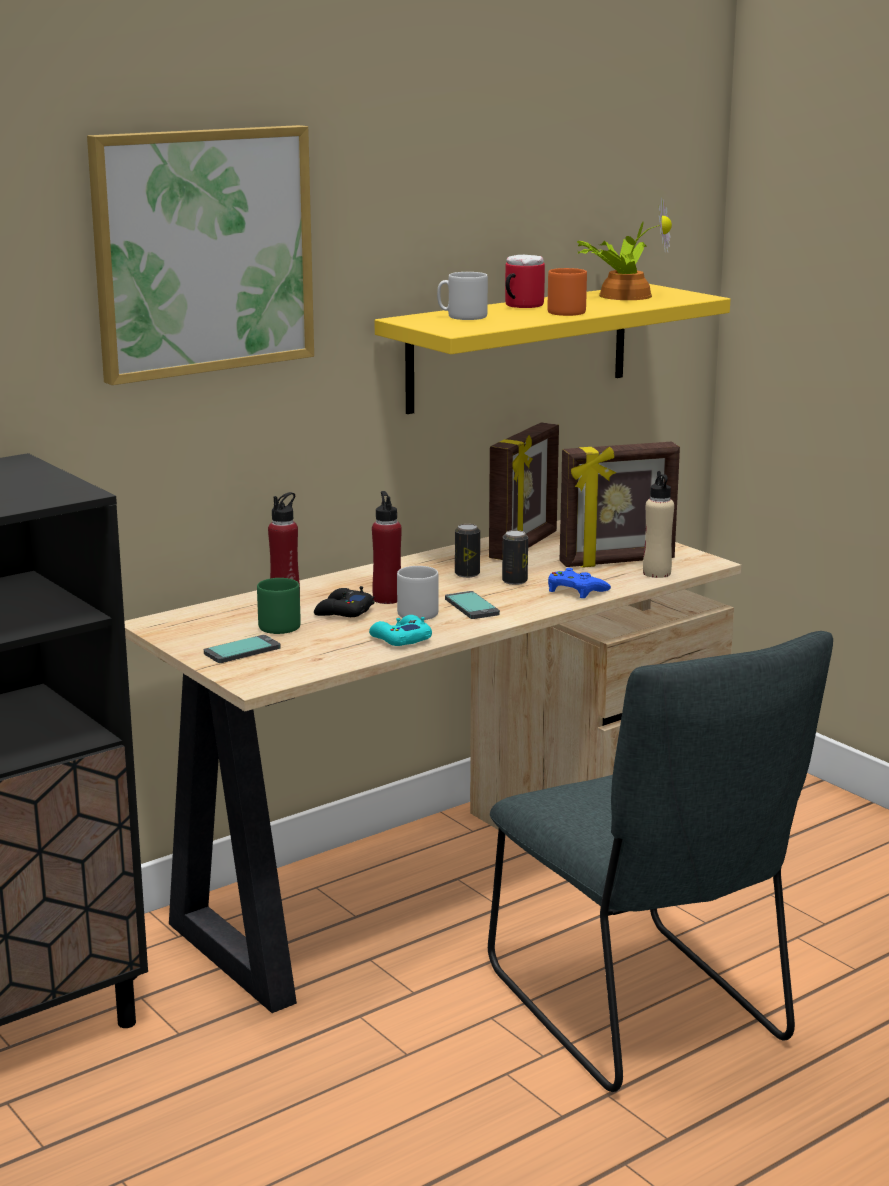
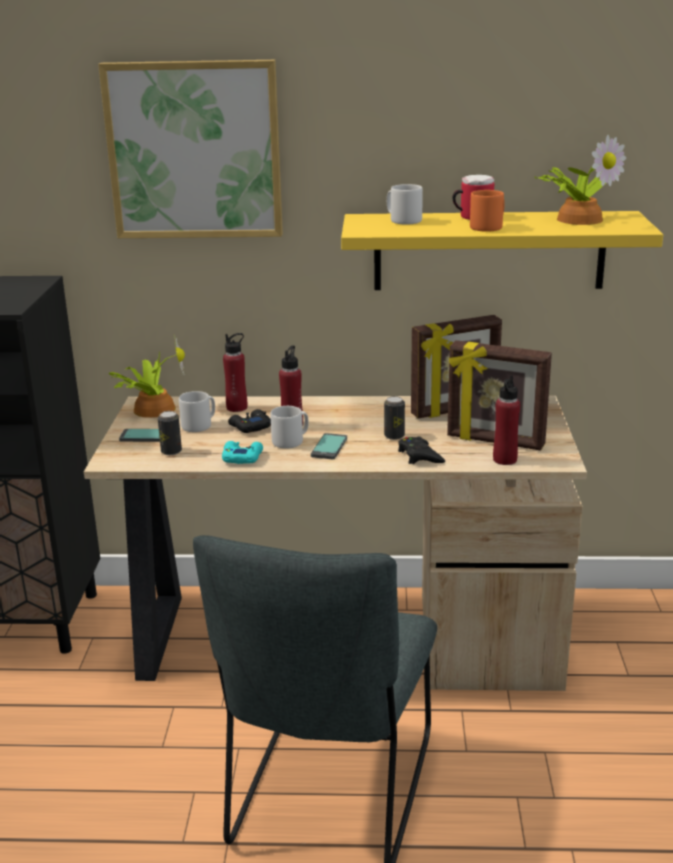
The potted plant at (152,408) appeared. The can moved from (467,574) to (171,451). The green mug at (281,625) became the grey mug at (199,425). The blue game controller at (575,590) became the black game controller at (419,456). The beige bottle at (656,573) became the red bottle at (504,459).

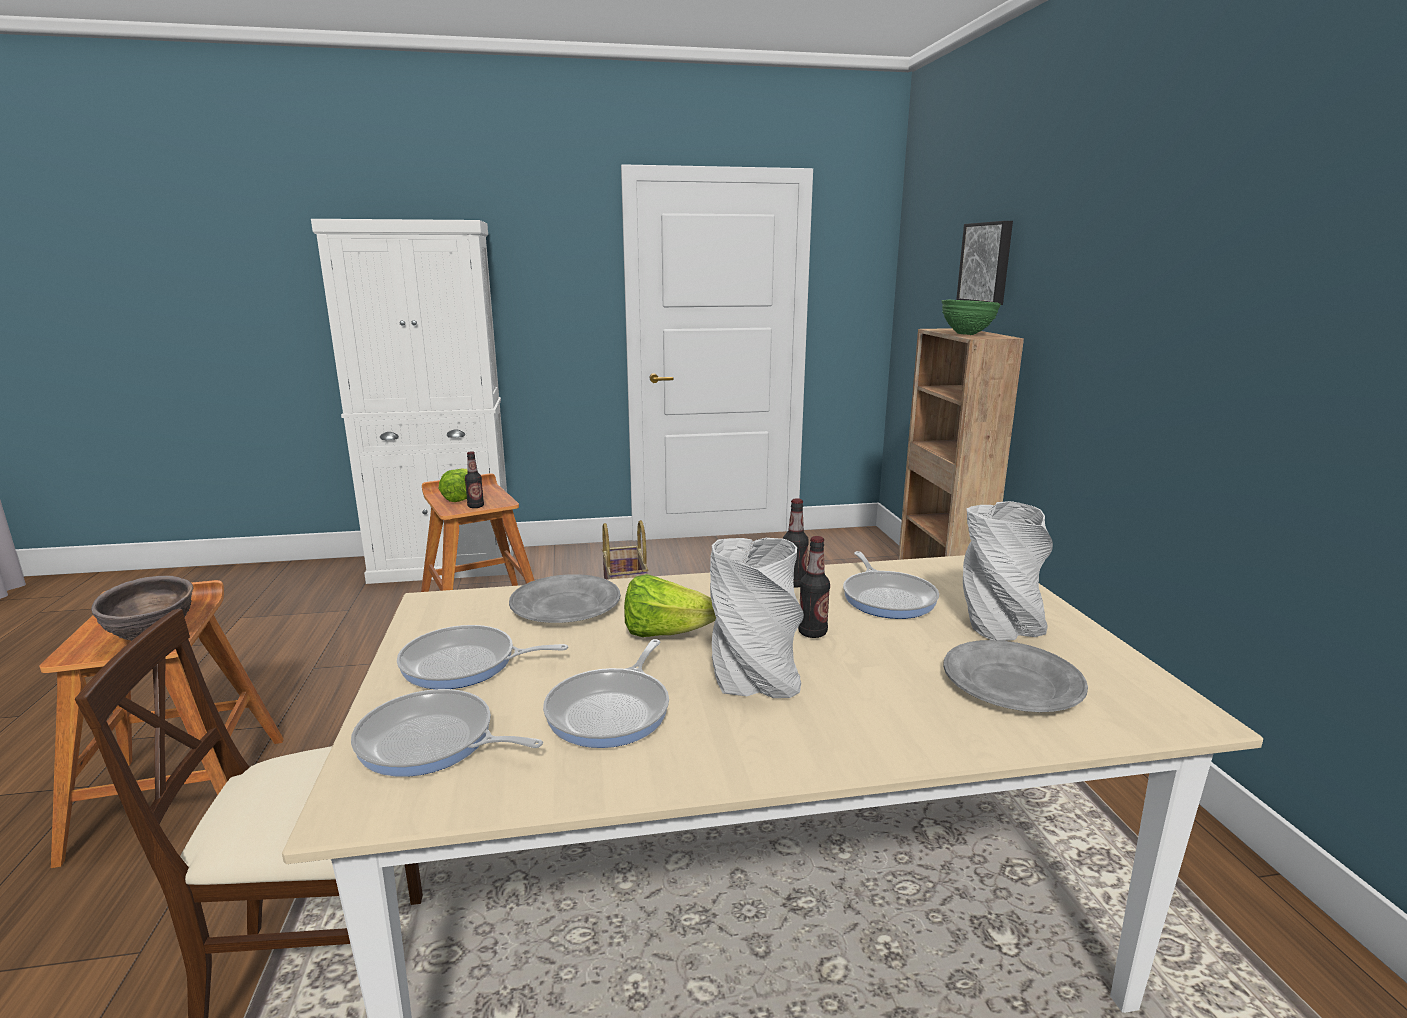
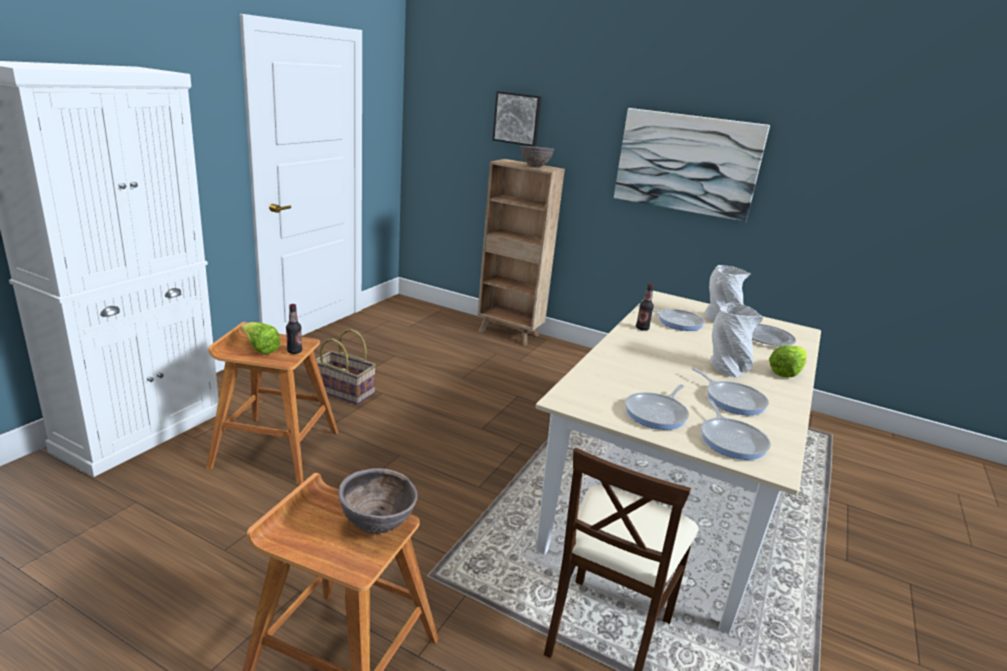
The green bowl at (967,334) became the brown bowl at (535,167). The picture at (687,163) appeared. The frying pan at (432,742) turned 60 degrees counterclockwise. The lettuce moved from (666,633) to (786,372). The grey plate at (566,605) disappeared. The bottle at (812,633) disappeared.

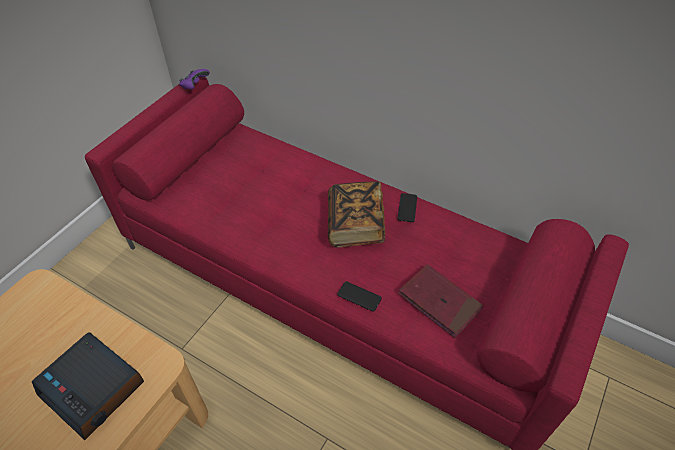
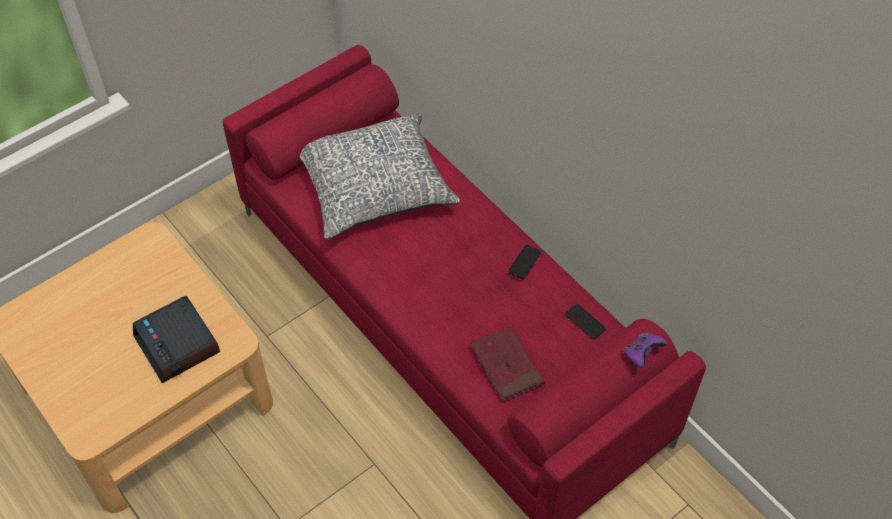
The pillow at (375,188) appeared. The phone moved from (359,296) to (585,322). The purple game controller moved from (195,86) to (642,353). The book at (355,225) disappeared.

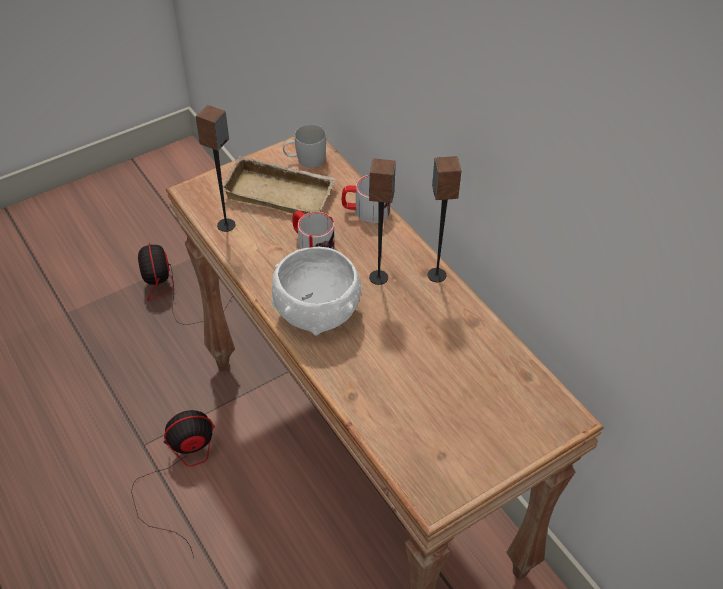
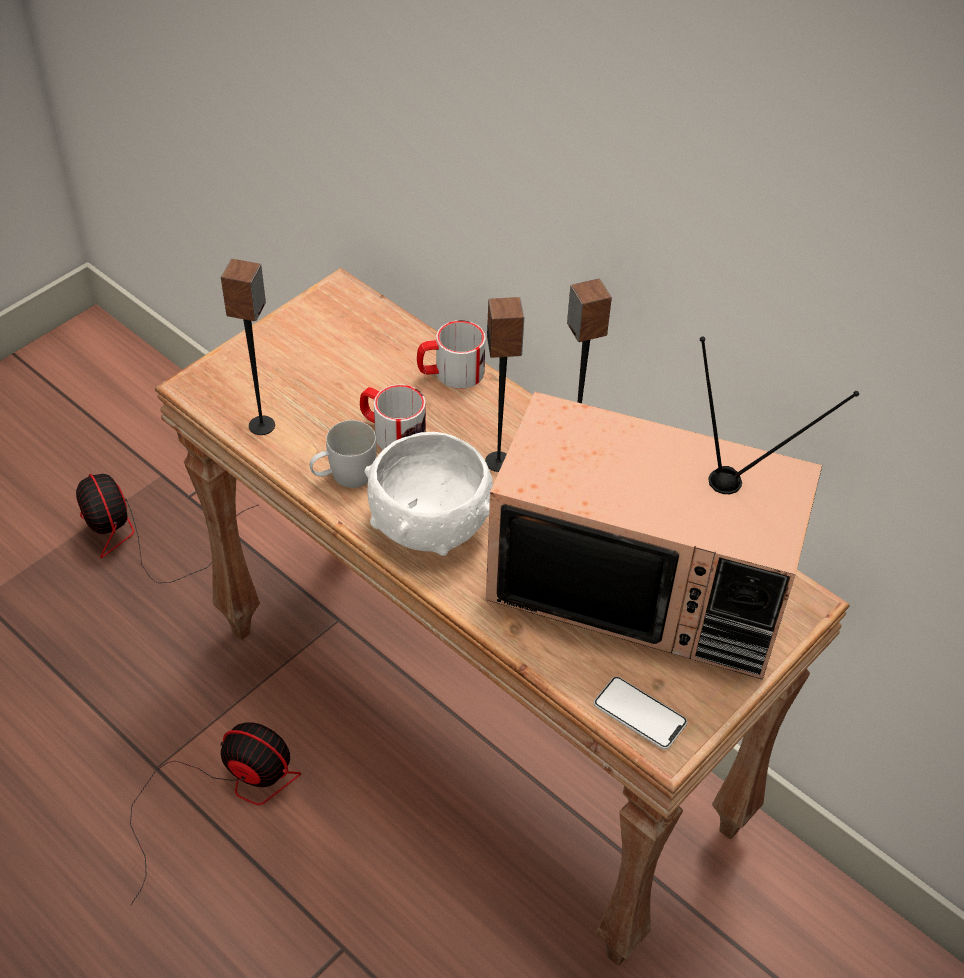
The fan at (181,471) turned 60 degrees clockwise. The white mug moved from (305,160) to (344,476). The television at (644,584) appeared. The phone at (639,714) appeared. The beige tray at (281,192) disappeared.

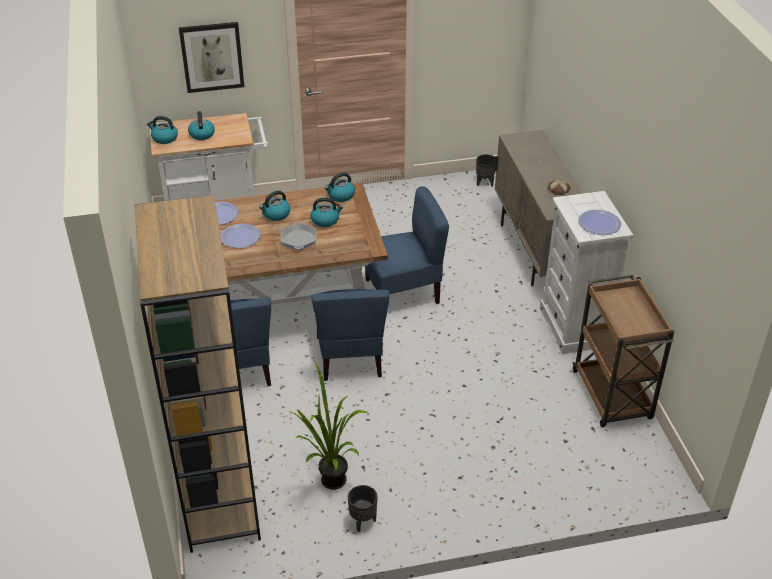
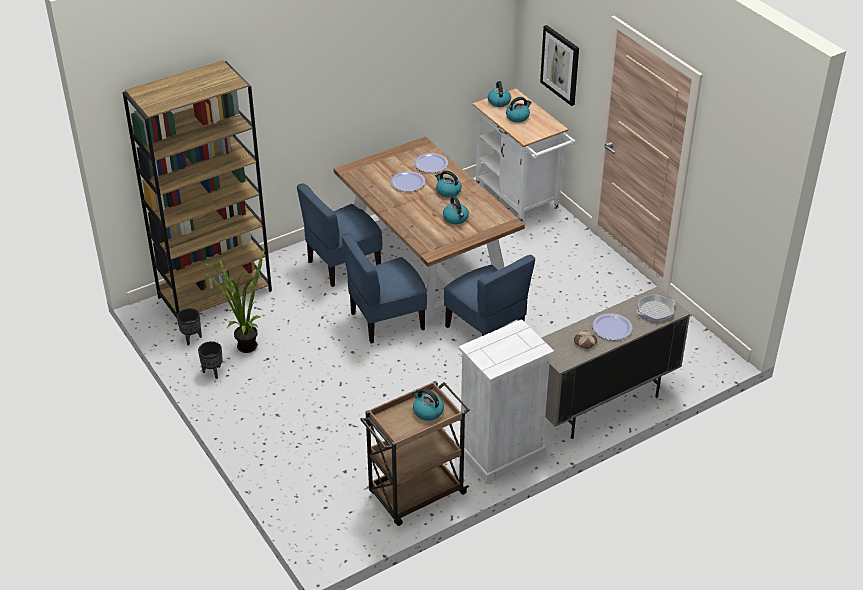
The black planter moved from (484,183) to (191,338). The kettle moved from (340,196) to (427,411). The plate moved from (599,223) to (612,327). The frying pan moved from (299,239) to (655,311).

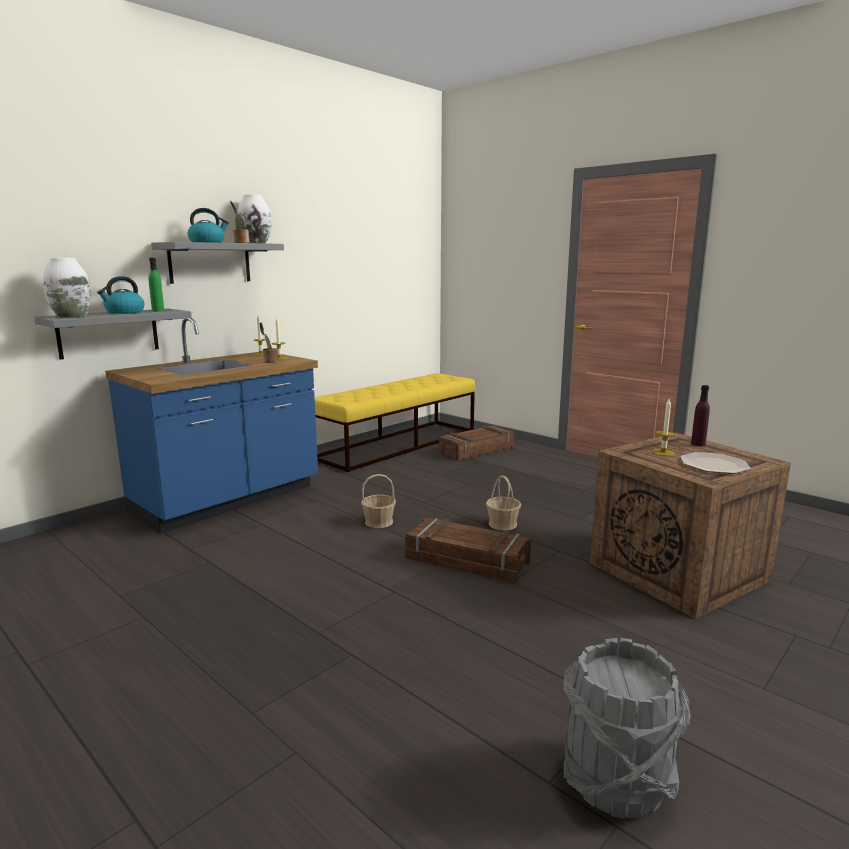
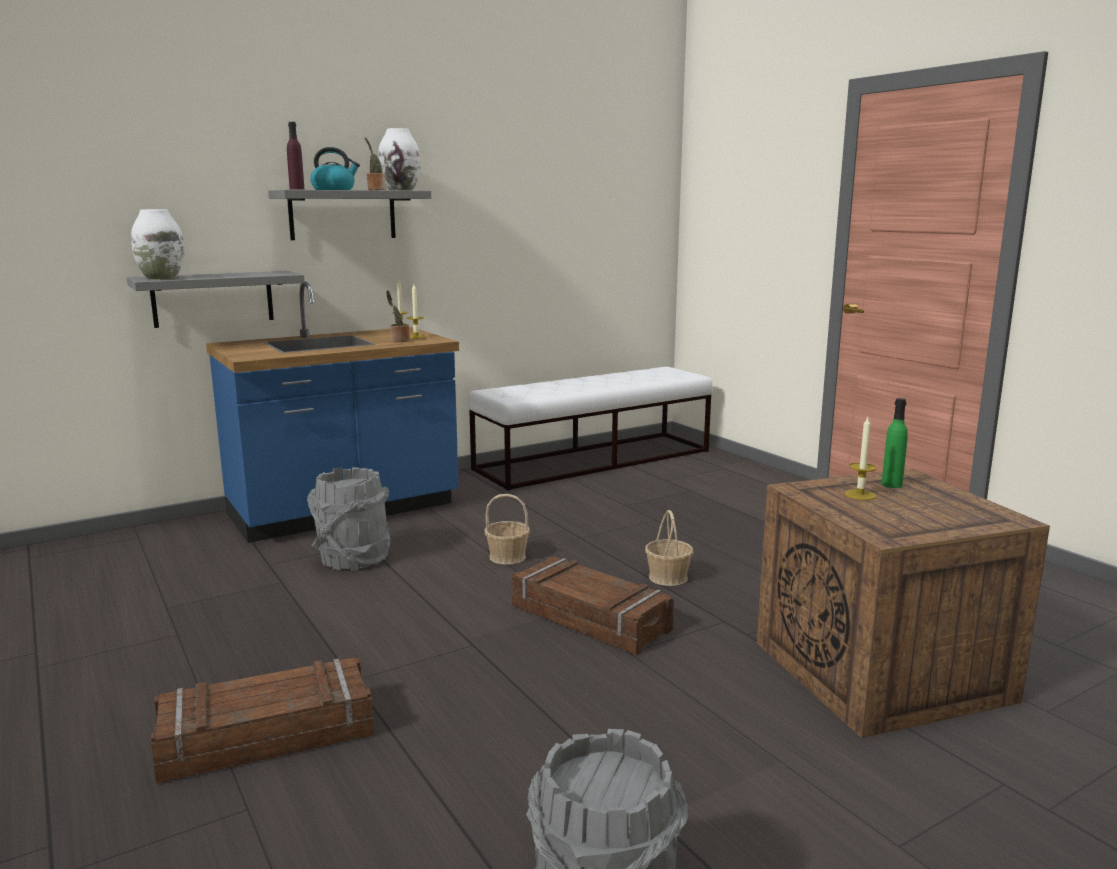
The crate moved from (476,450) to (267,735). The purple bottle moved from (698,444) to (297,189). The grey bucket at (353,558) appeared. The yellow bench at (398,444) became the white bench at (594,460). The green bottle moved from (158,311) to (891,485). The kettle at (124,312) disappeared. The plate at (713,465) disappeared.

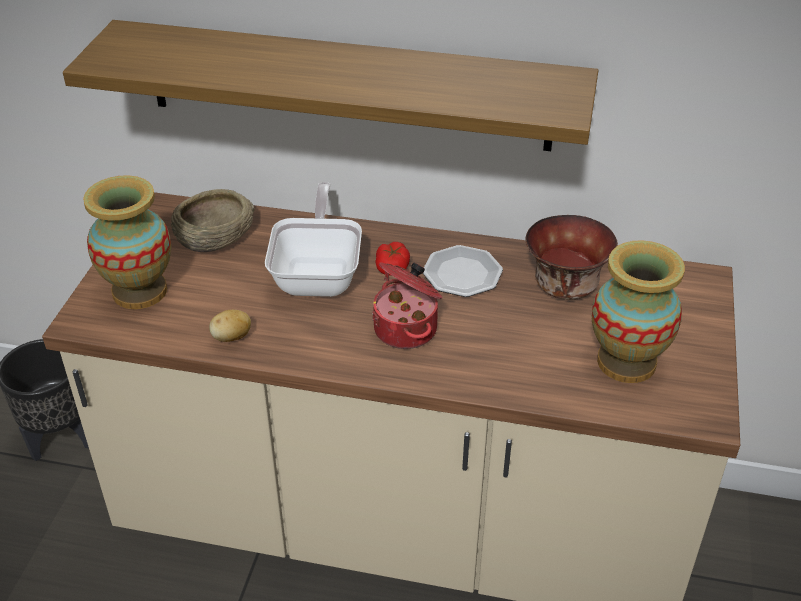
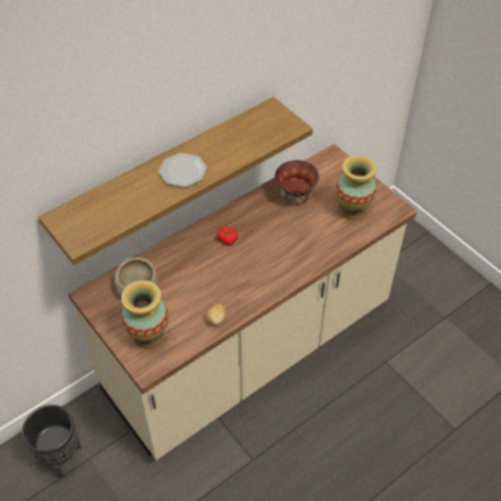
The plate moved from (462,274) to (183,172). The frying pan at (319,274) disappeared. The cooking pot at (407,329) disappeared.

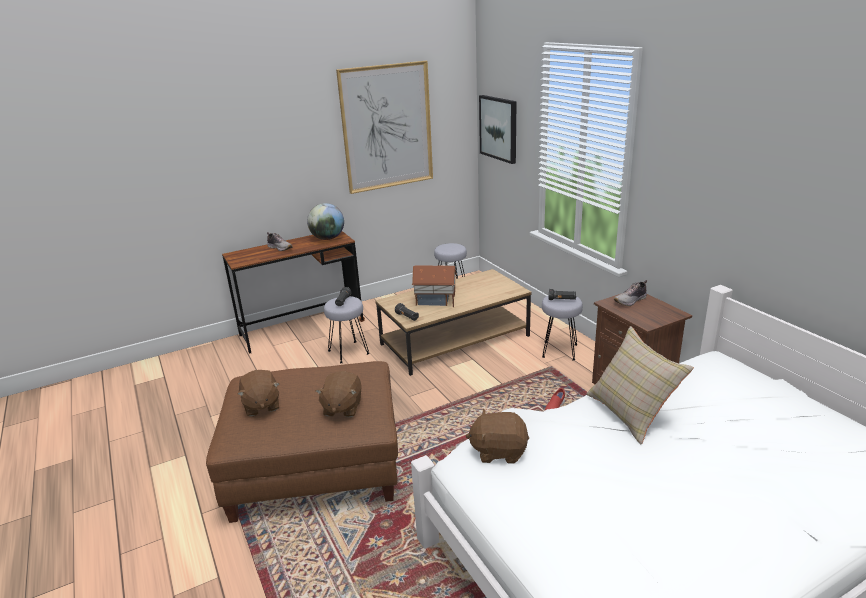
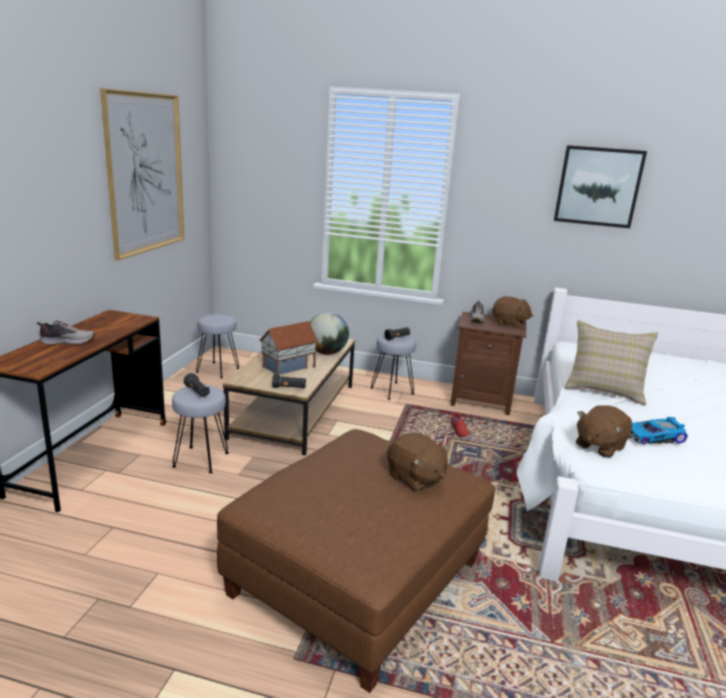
The globe moved from (328,238) to (326,353). The brown plush toy moved from (261,405) to (509,323). The picture moved from (499,128) to (598,186). The toy car at (653,437) appeared.

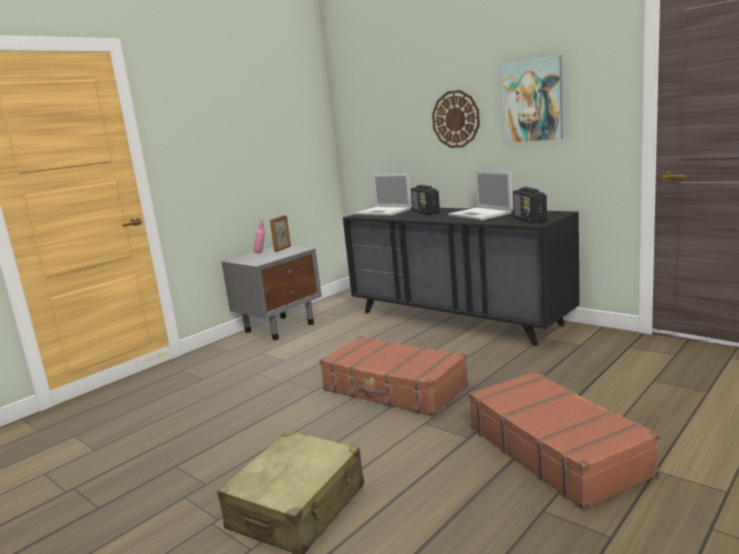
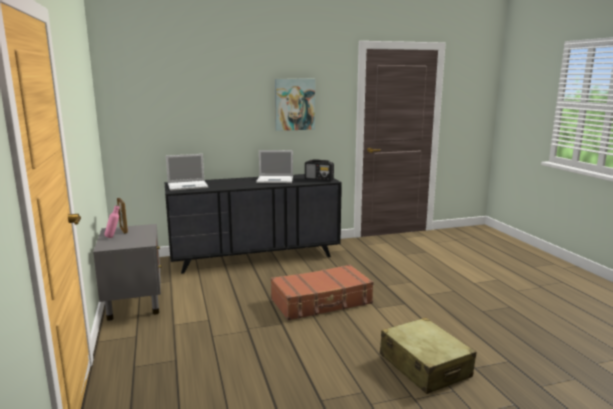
The radio at (426,212) disappeared. The wall clock at (456,119) disappeared. The brown suitcase at (556,450) disappeared.

